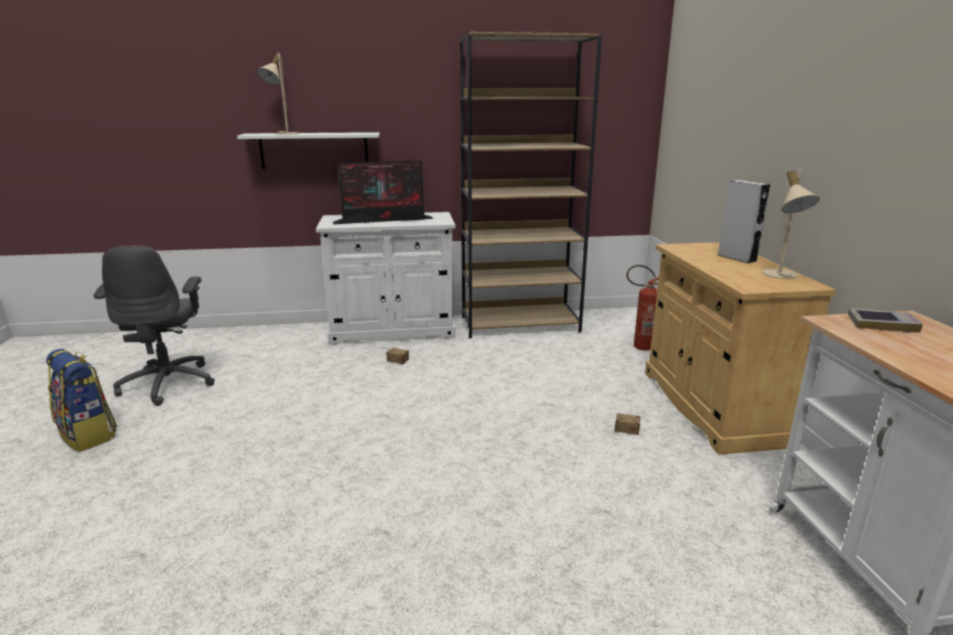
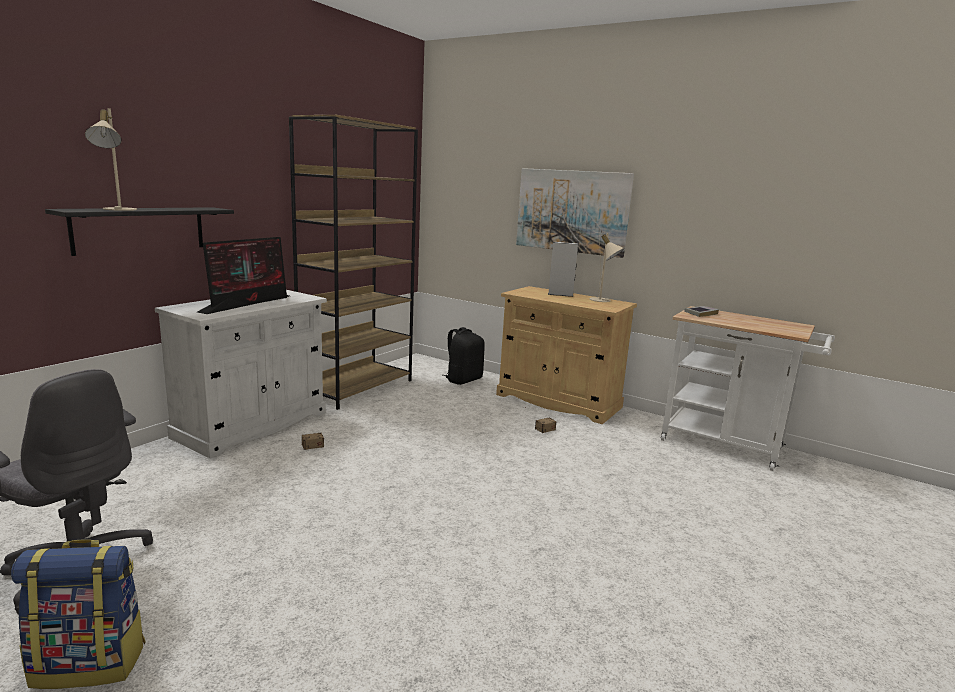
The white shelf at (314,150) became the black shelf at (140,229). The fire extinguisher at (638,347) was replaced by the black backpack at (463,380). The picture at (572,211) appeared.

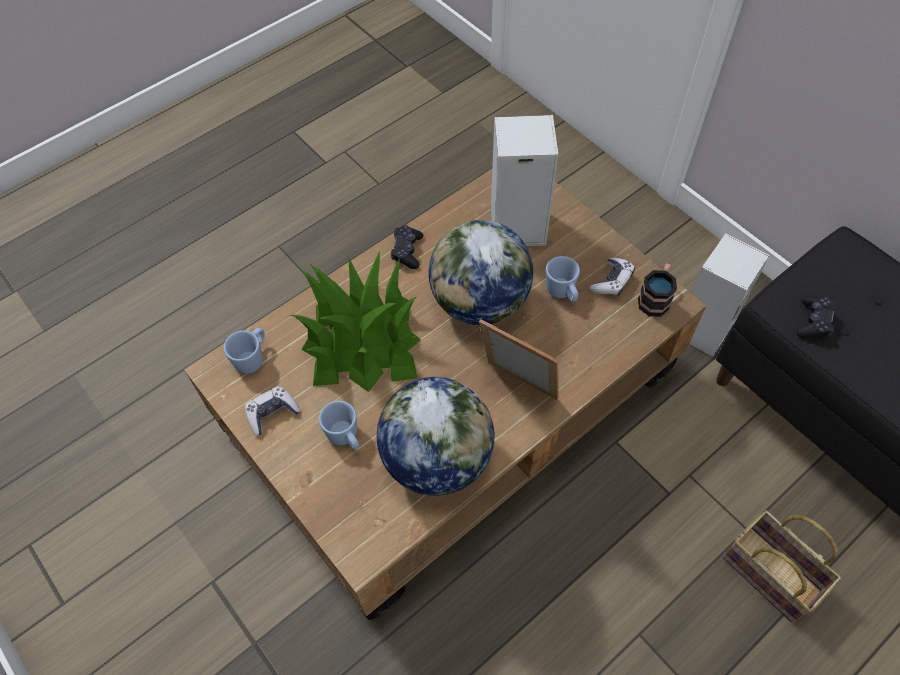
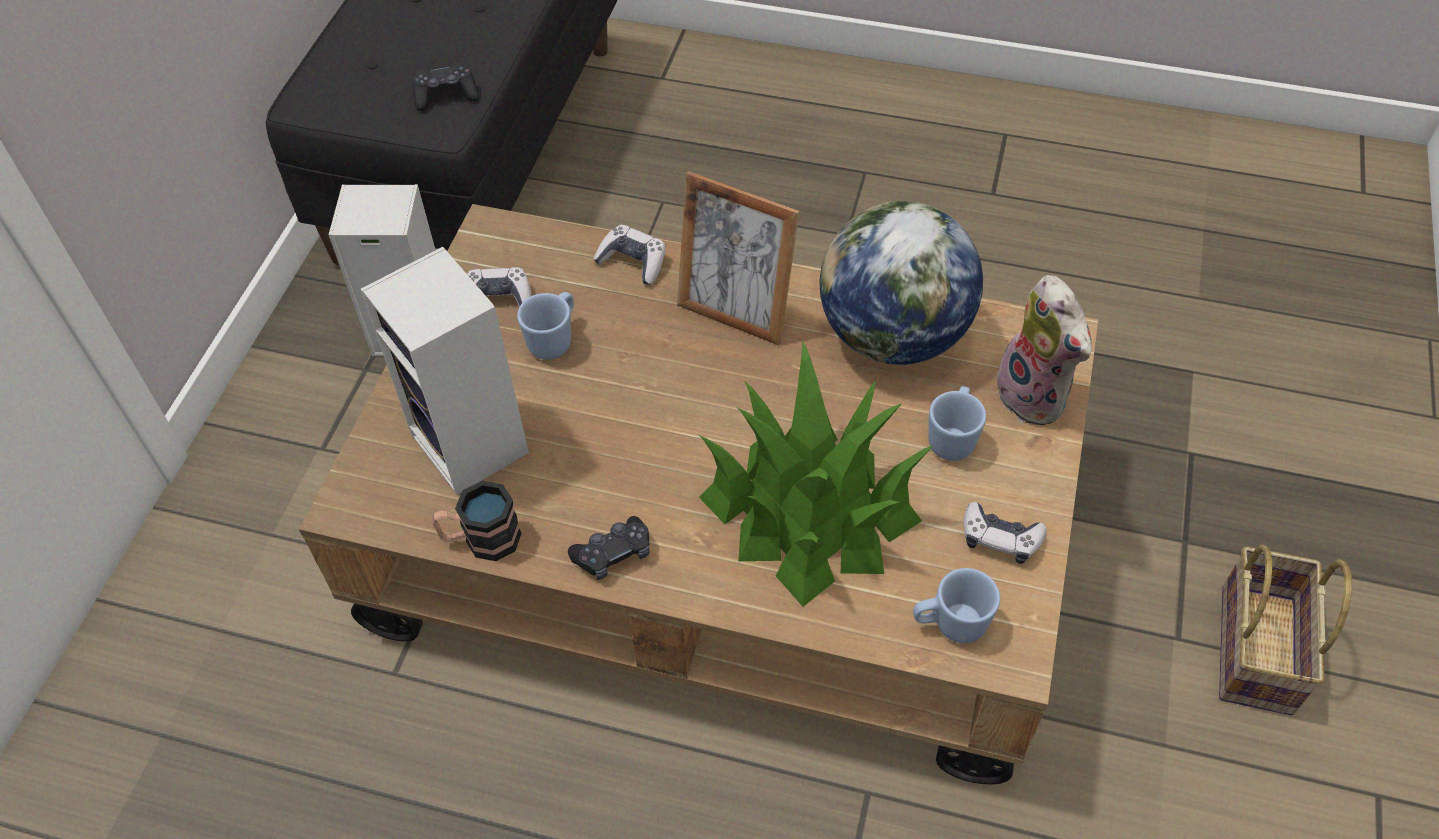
The mug moved from (655,298) to (481,539). The game controller at (633,262) appeared. The picture frame at (517,388) turned 60 degrees counterclockwise. The plush toy at (1036,396) appeared. The basket moved from (767,573) to (1259,653). The globe at (480,303) disappeared.

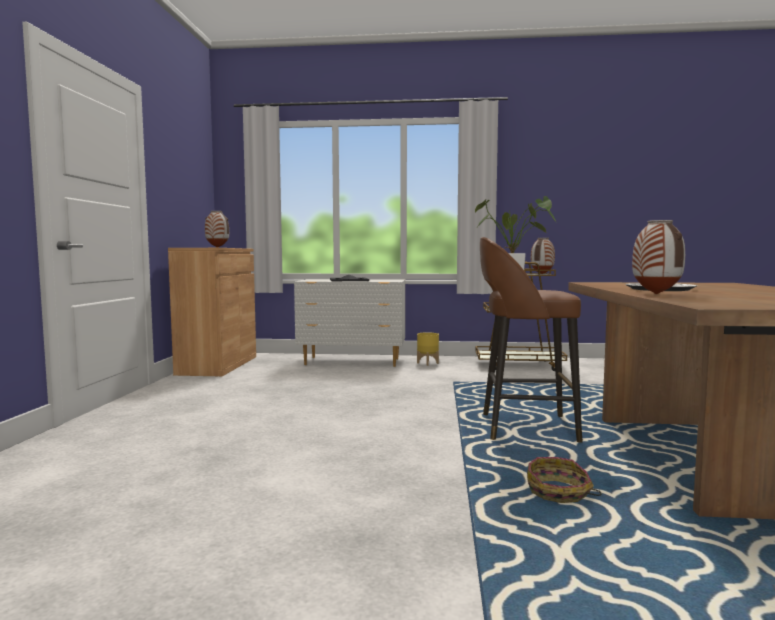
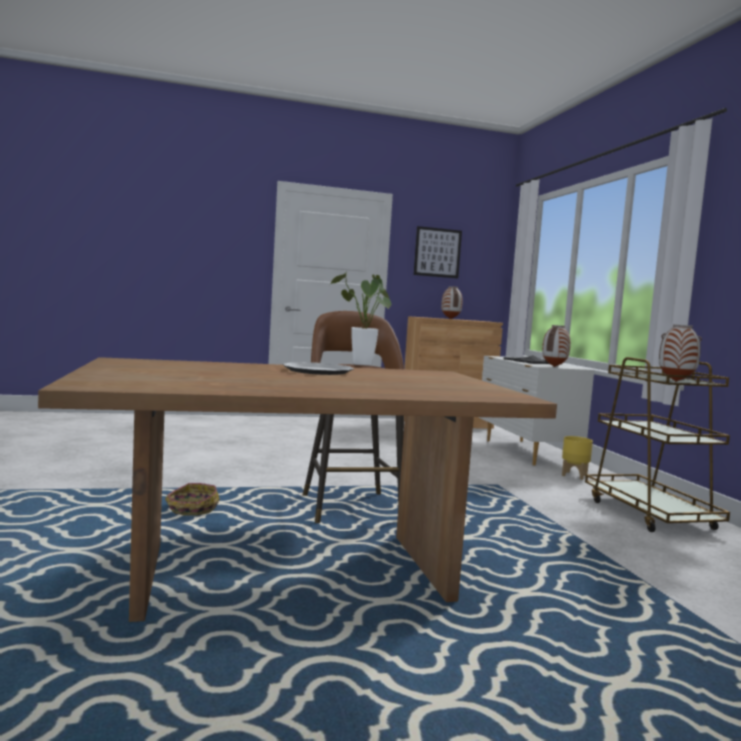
The picture at (437,252) appeared. The vase moved from (655,294) to (554,366).

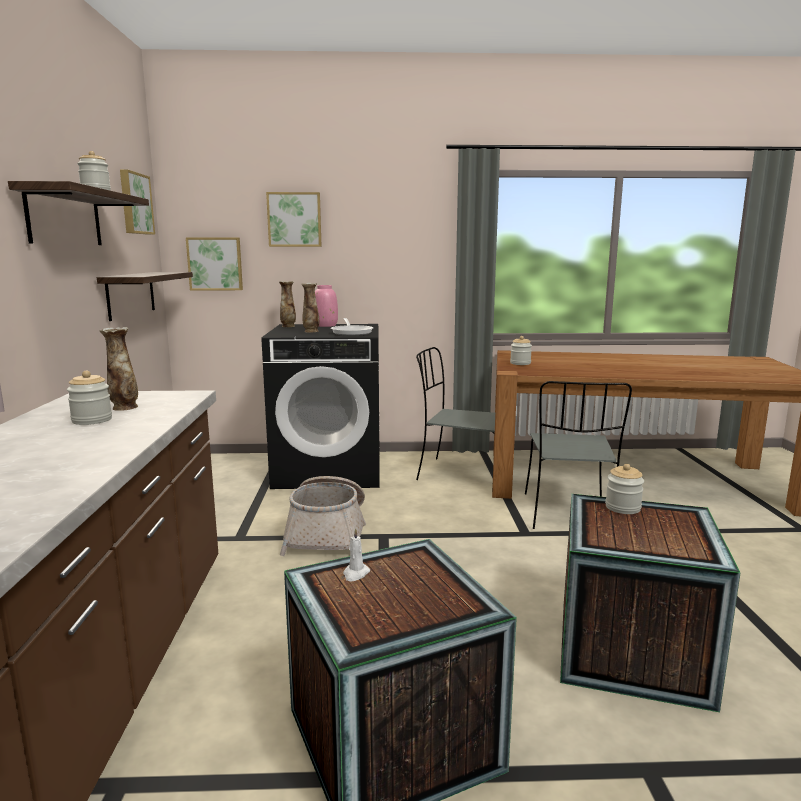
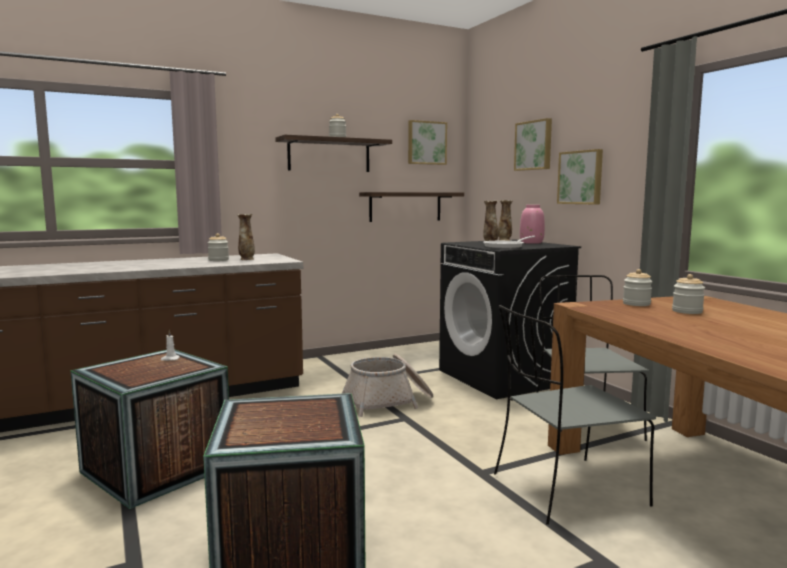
The picture moved from (215,264) to (581,177). The jar moved from (622,507) to (687,311).

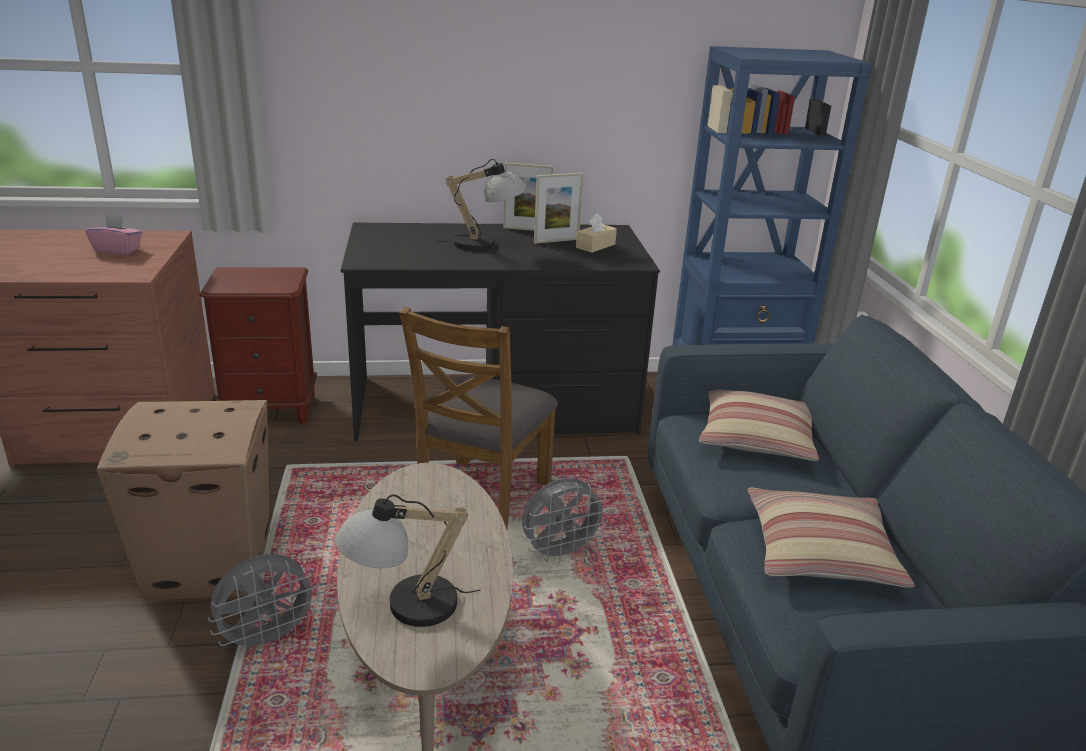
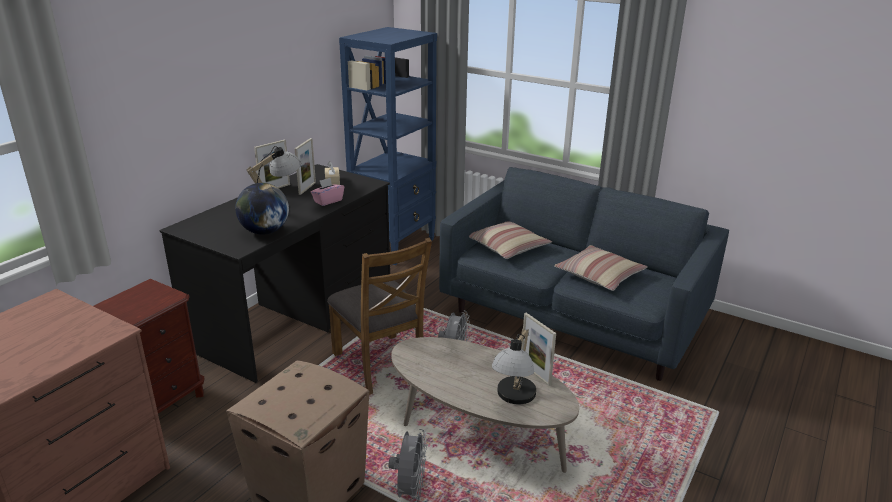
The globe at (265,232) appeared. The pink tissue box moved from (117,250) to (328,201). The picture frame at (535,374) appeared.

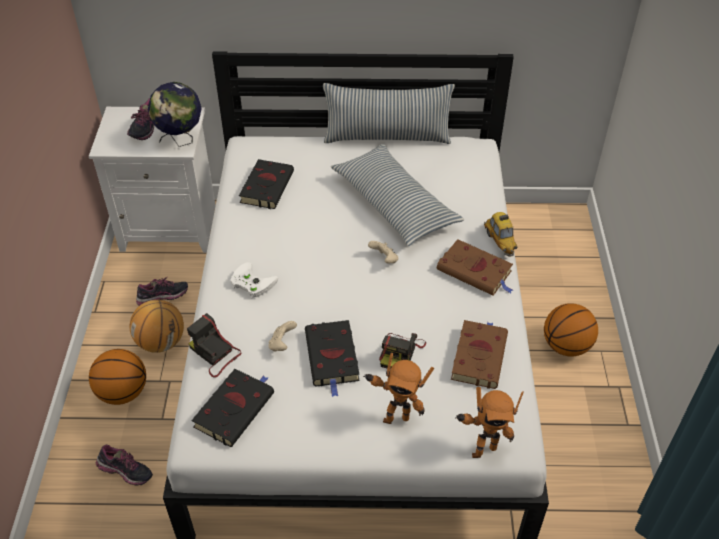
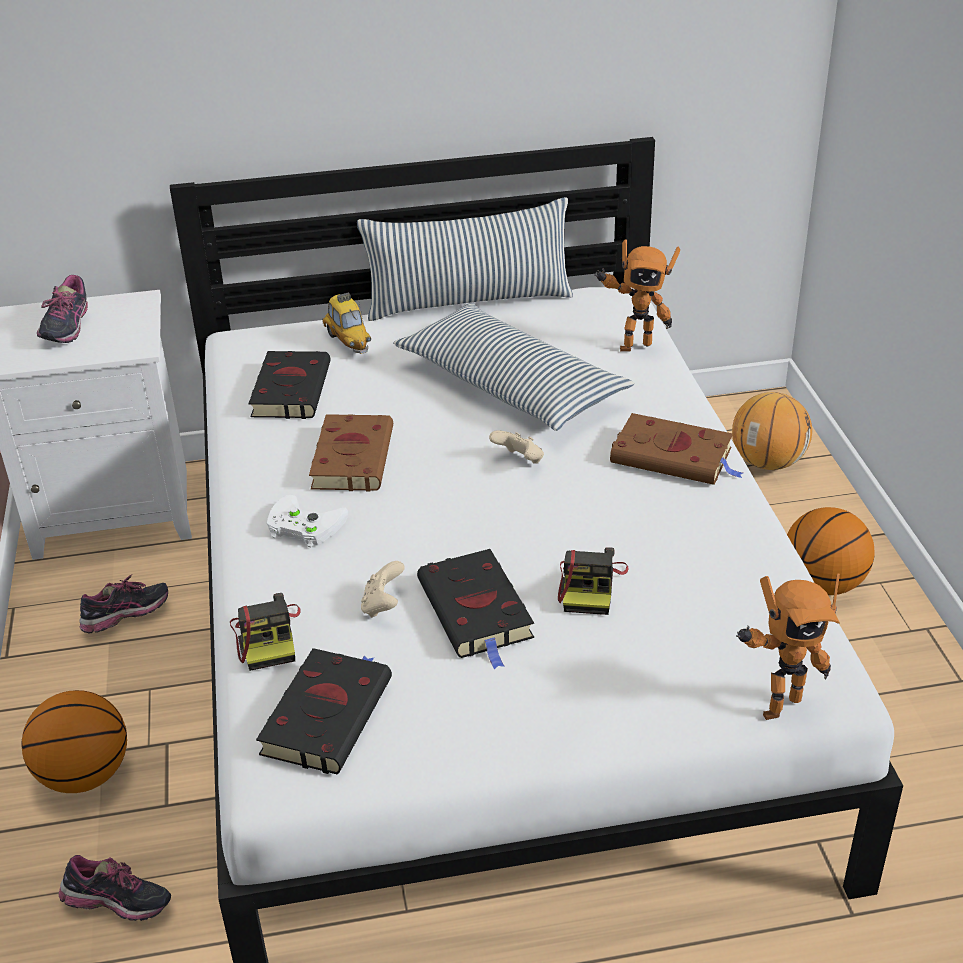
The photo camera at (215,354) turned 135 degrees counterclockwise. The brown book moved from (479,355) to (352,457). The toy car moved from (500,241) to (348,341). The toy robot moved from (395,416) to (633,345). The basketball moved from (161,342) to (768,462). The globe at (181,140) disappeared.

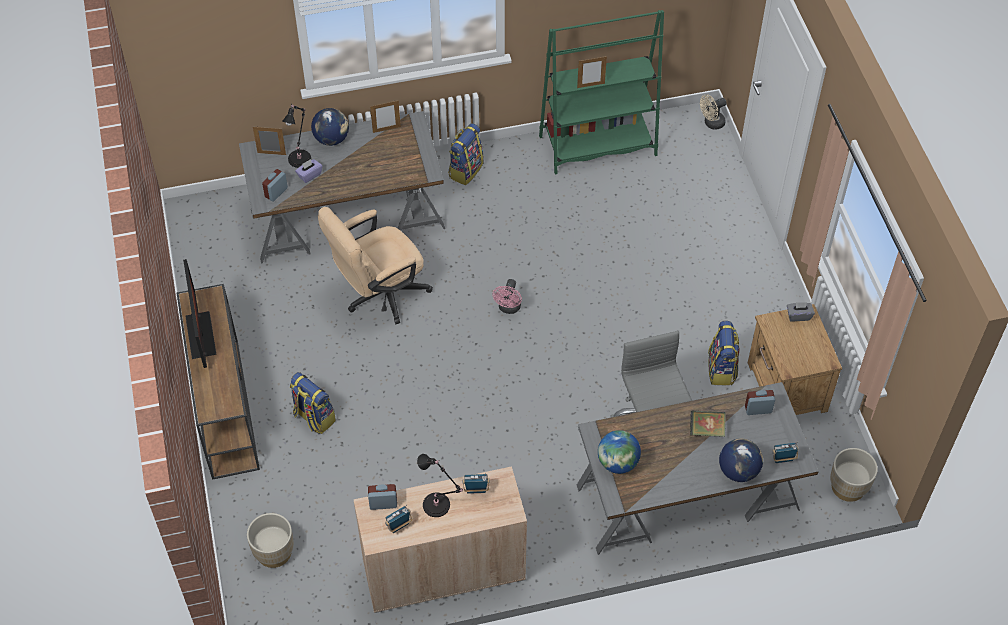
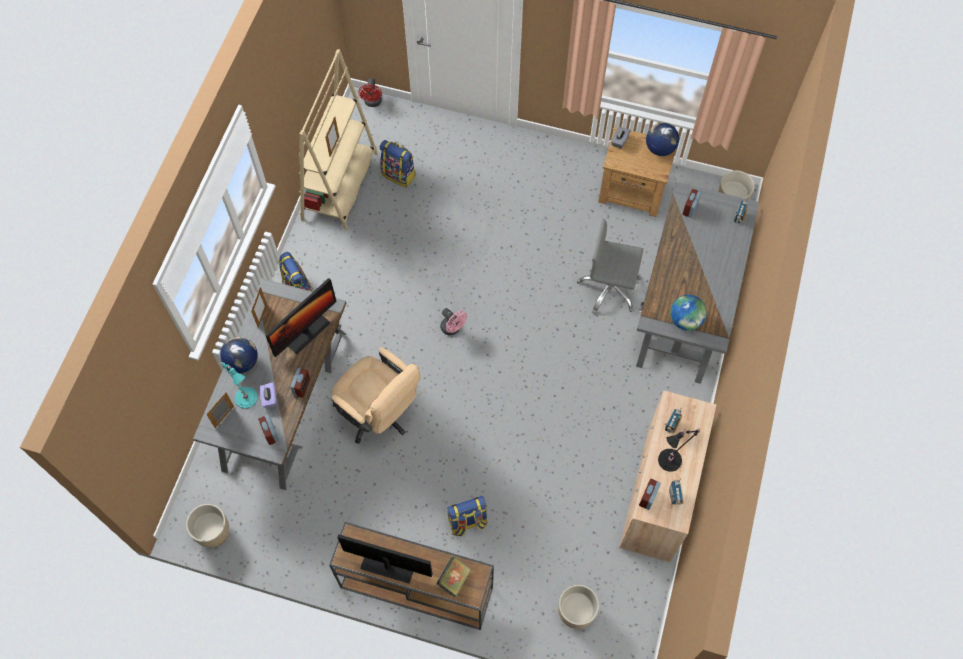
The beige planter at (213,532) appeared. The black table lamp at (300,157) became the turquoise table lamp at (245,396). The monitor at (306,332) appeared. The alarm clock at (302,387) appeared. The green bookcase at (598,146) became the beige bookcase at (340,186). The beige office chair at (379,295) turned 45 degrees counterclockwise. The beige fan at (711,123) became the red fan at (372,103). The backpack moved from (722,369) to (399,174). The book moved from (706,430) to (454,579). The globe moved from (738,470) to (660,148).

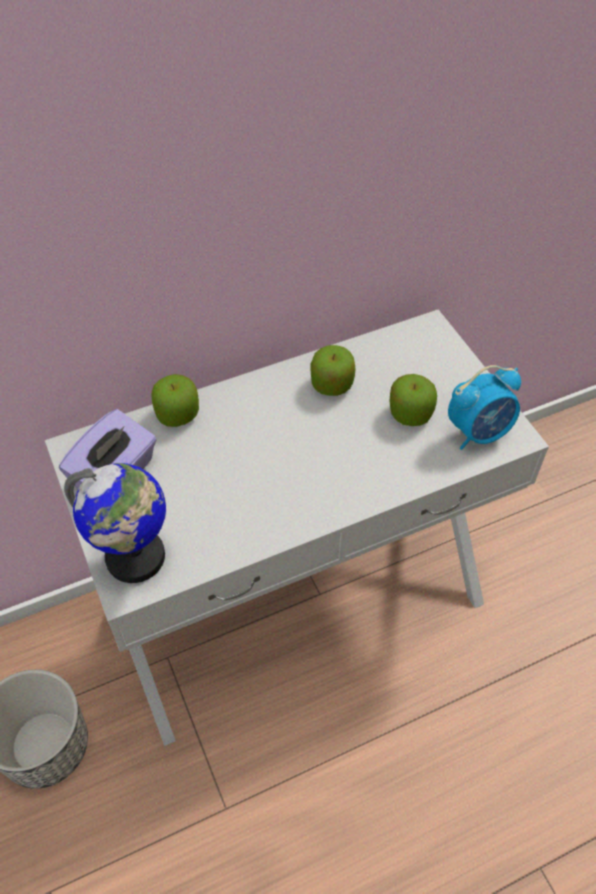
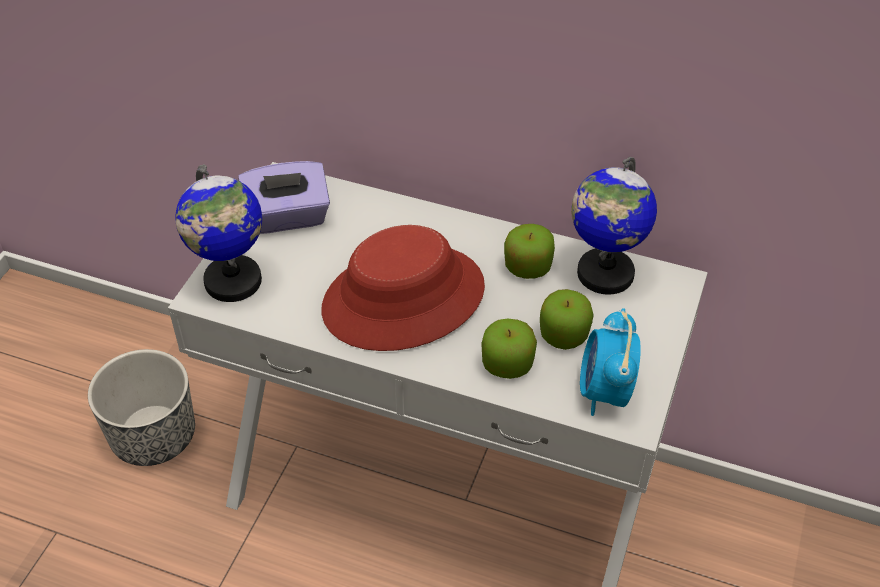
The red hat at (403,299) appeared. The apple moved from (177,414) to (507,364). The globe at (604,273) appeared. The alarm clock at (479,432) turned 75 degrees clockwise.

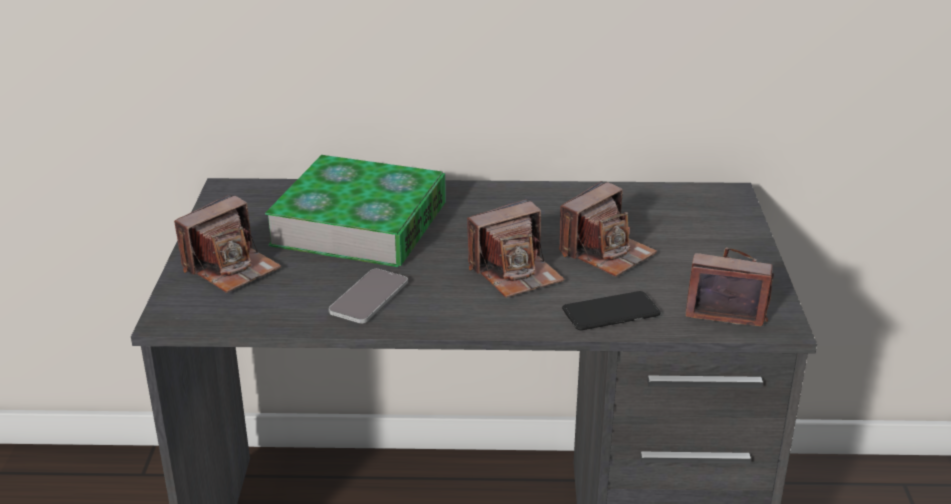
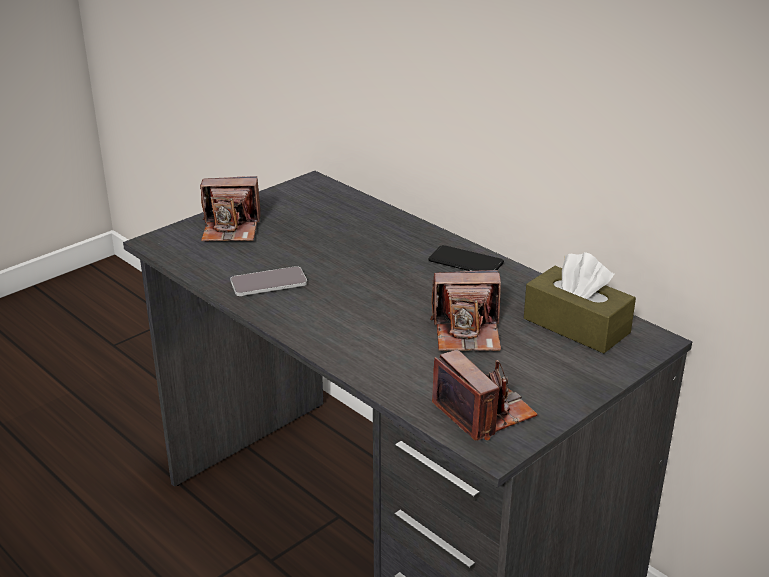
The phone moved from (611,312) to (466,262). The brown tissue box at (576,326) appeared. The book at (360,224) disappeared. The photo camera at (515,273) disappeared.

